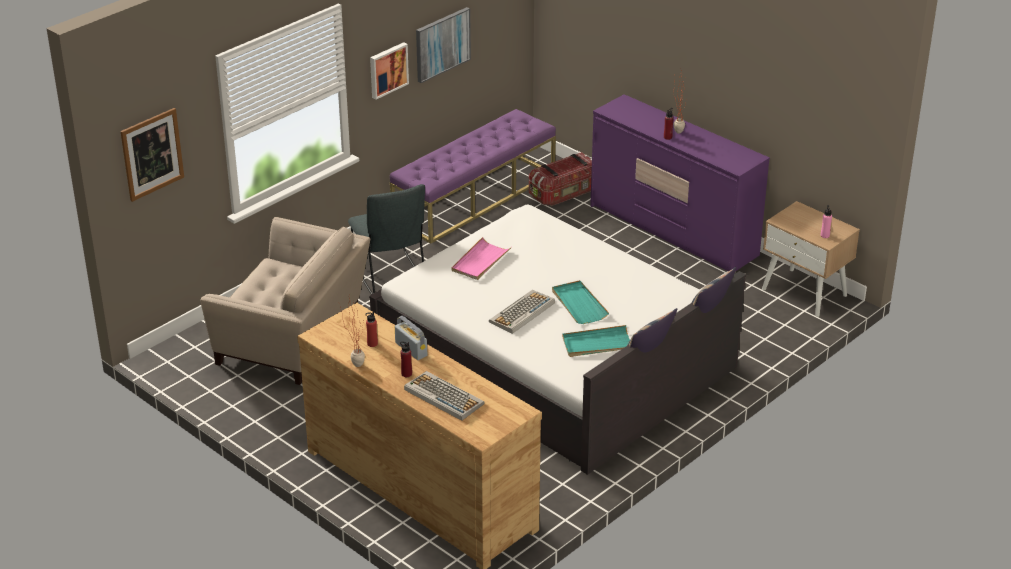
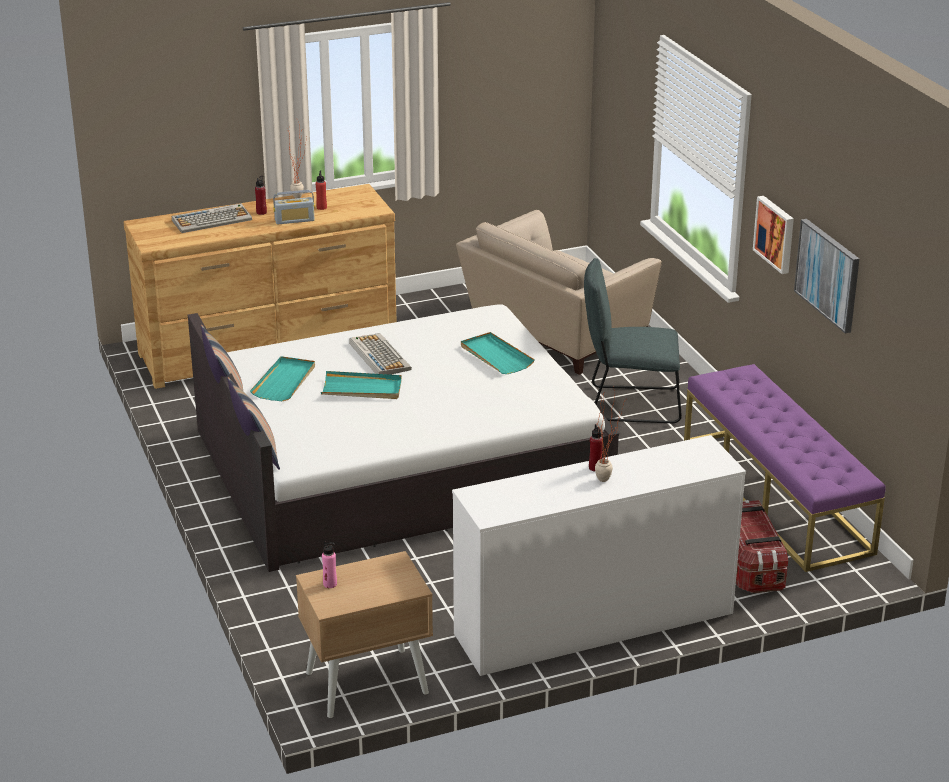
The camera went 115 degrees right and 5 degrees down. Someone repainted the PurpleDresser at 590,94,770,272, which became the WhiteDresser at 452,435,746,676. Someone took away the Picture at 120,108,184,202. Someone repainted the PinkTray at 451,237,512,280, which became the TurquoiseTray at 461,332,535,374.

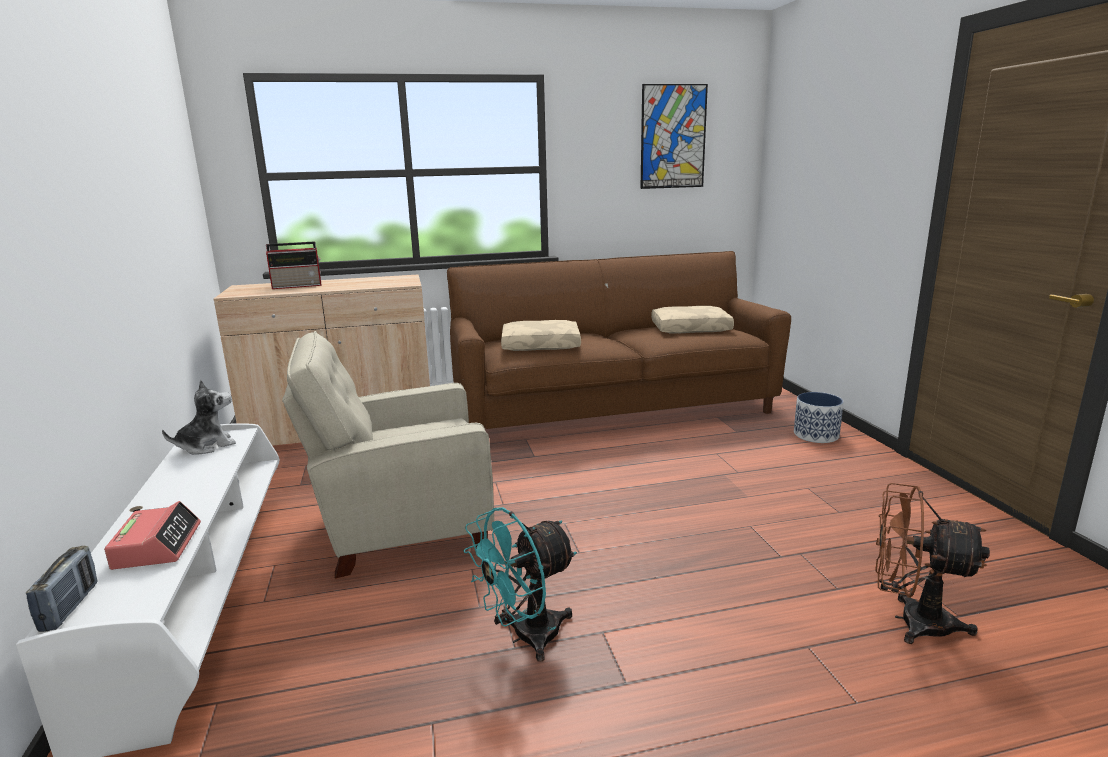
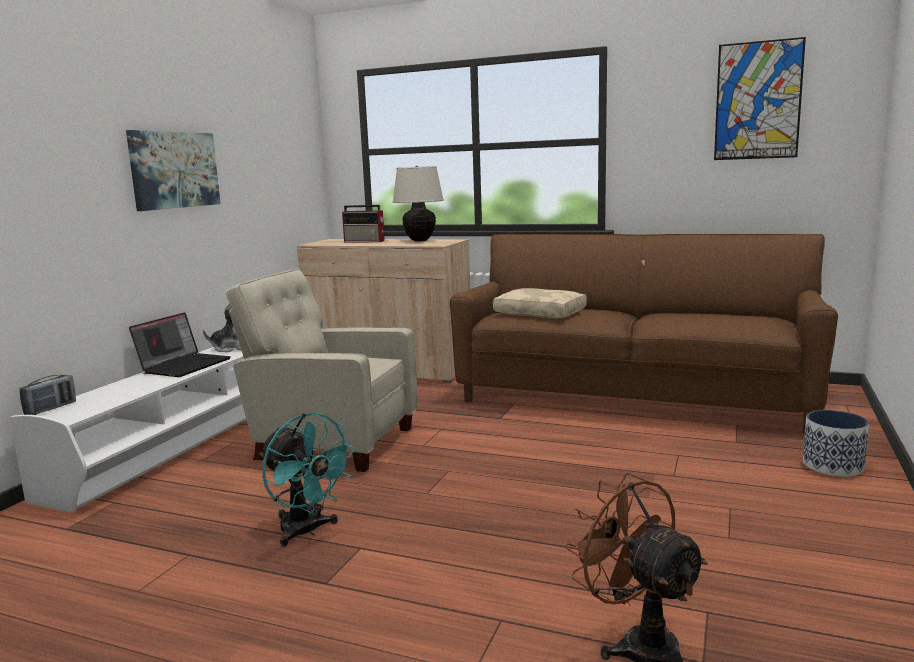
The camera went 35 degrees right and 5 degrees down. Someone took away the BeigePillow at 651,306,734,334. Someone took away the AlarmClock at 104,501,201,570. Someone rotated the TurquoiseFan at 464,507,577,662 by 135 degrees counterclockwise. Someone put up the Picture at 126,130,221,211. Someone put down the BeigeTableLamp at 392,166,444,242. Someone put down the Laptop at 129,312,231,377.

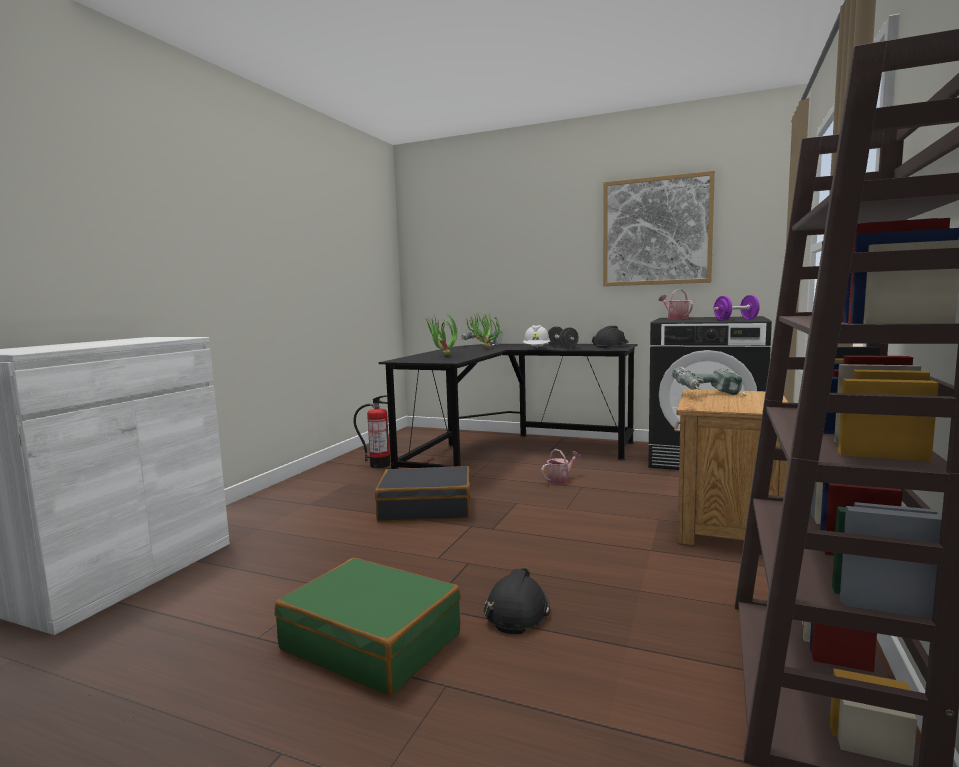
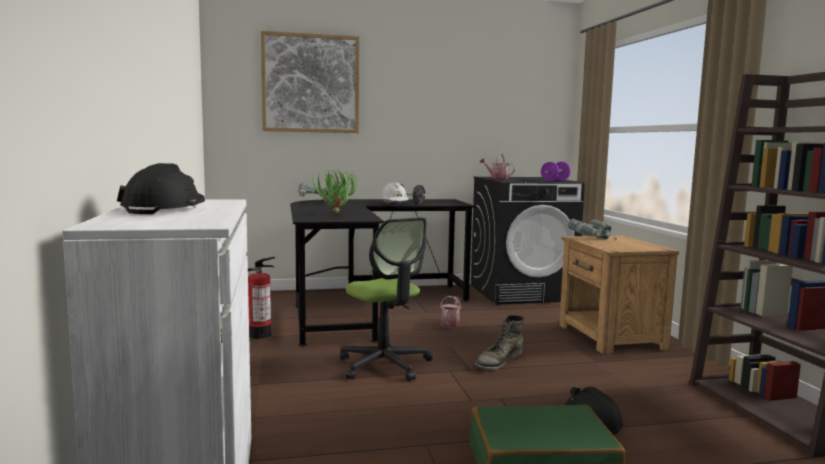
The camera went 35 degrees left and 0 degrees up. Someone carried the Picture from 603,171,715,286 to 261,31,359,133. Someone carried the BlackHardHat from 592,326,629,348 to 117,163,205,214. Someone swapped the BlackSuitcase at 375,466,471,522 for the OfficeChair at 340,217,433,381. Someone put down the GreenBoot at 475,315,524,370.

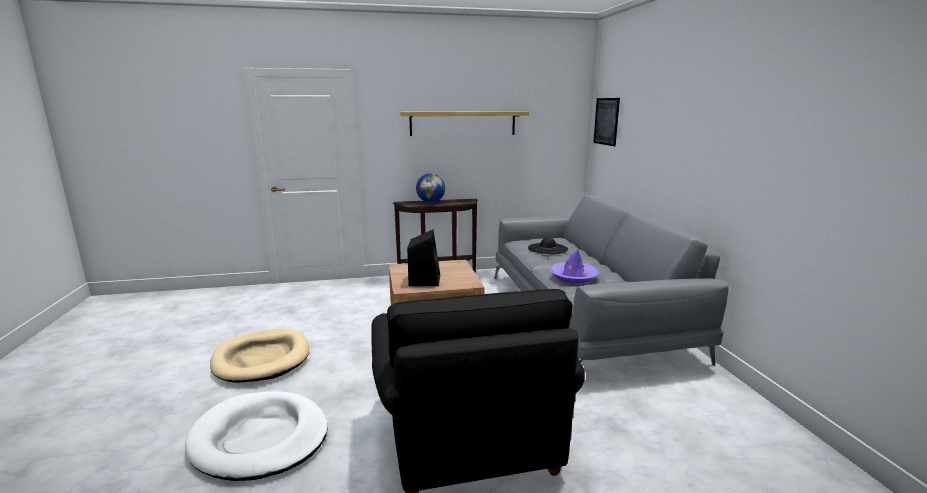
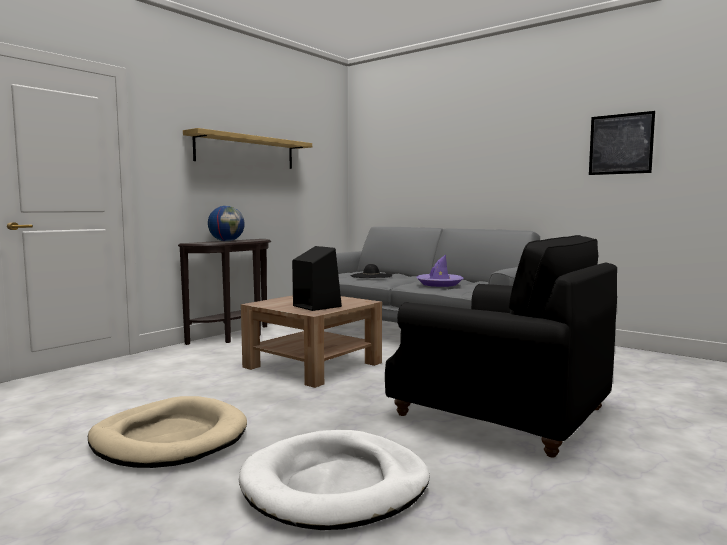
The camera went 40 degrees left and 10 degrees down. Someone carried the Picture from 593,98,620,146 to 589,111,655,175.

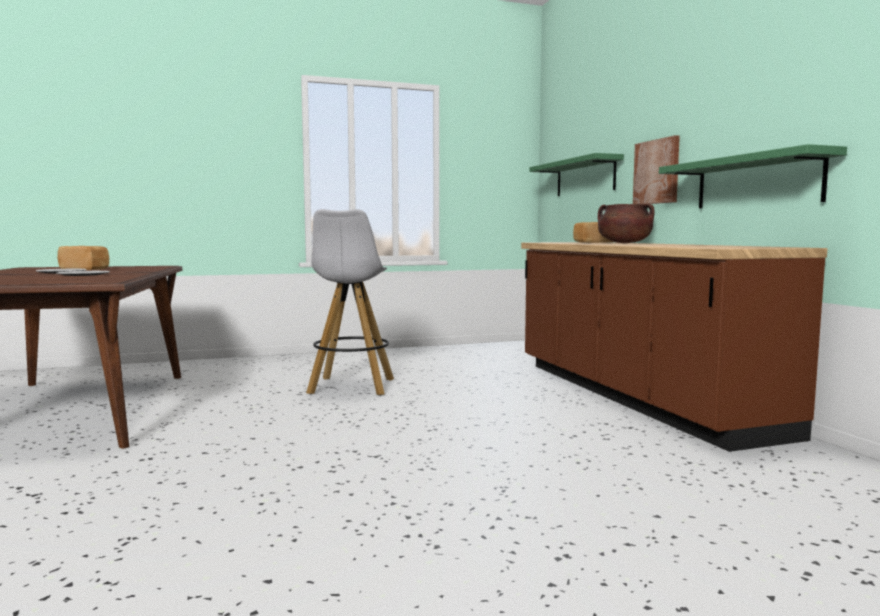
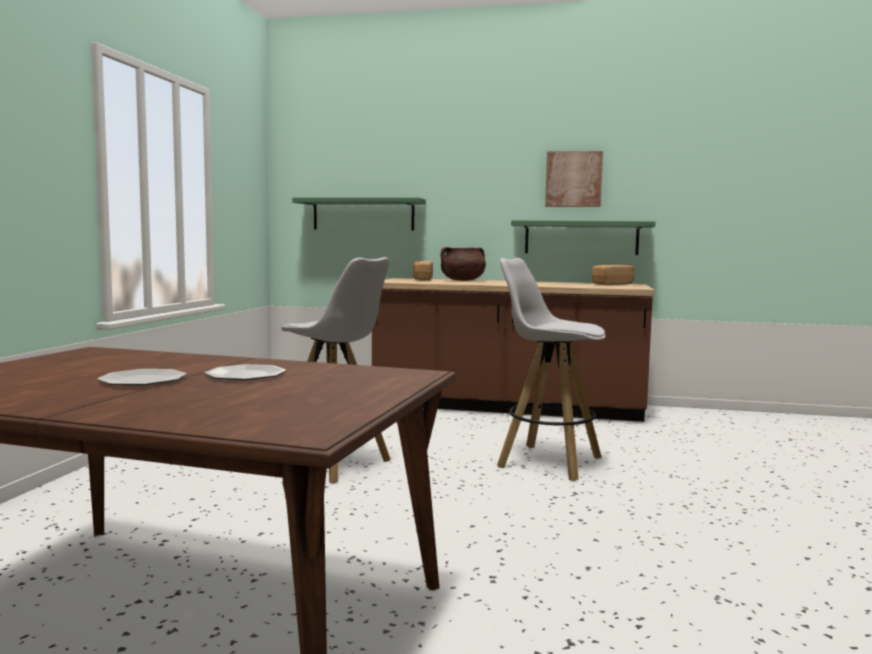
The camera went 60 degrees left and 0 degrees up. Someone carried the Picture from 633,135,680,204 to 545,151,603,207. Someone carried the Bread from 58,246,109,270 to 592,265,634,285. Someone put down the WhiteStool at 497,258,606,481.

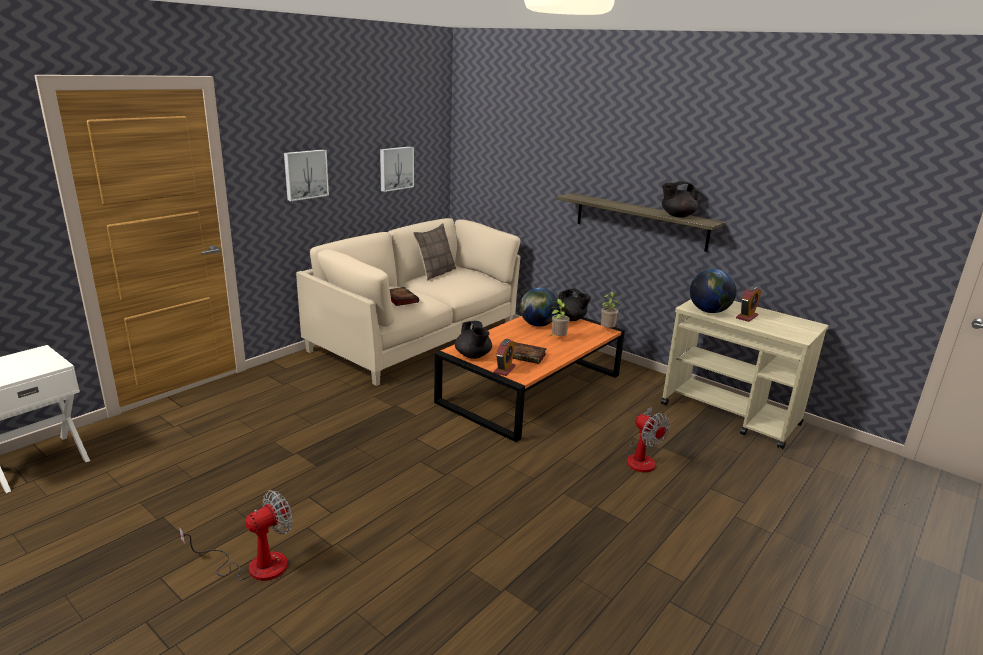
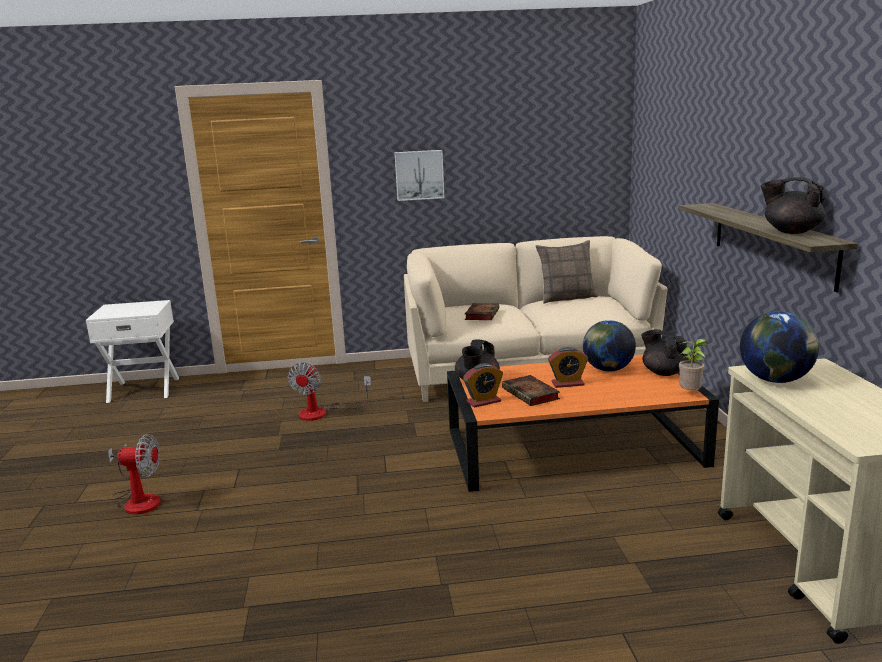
The camera went 45 degrees right and 5 degrees down. Someone took away the Picture at 380,146,414,192. Someone carried the AlarmClock from 736,286,761,322 to 548,347,588,388. Someone rotated the BlackTeapot at 558,288,591,321 by 150 degrees clockwise. Someone took away the PottedPlant at 550,299,570,336. Someone carried the Fan from 626,407,670,472 to 288,362,371,421.

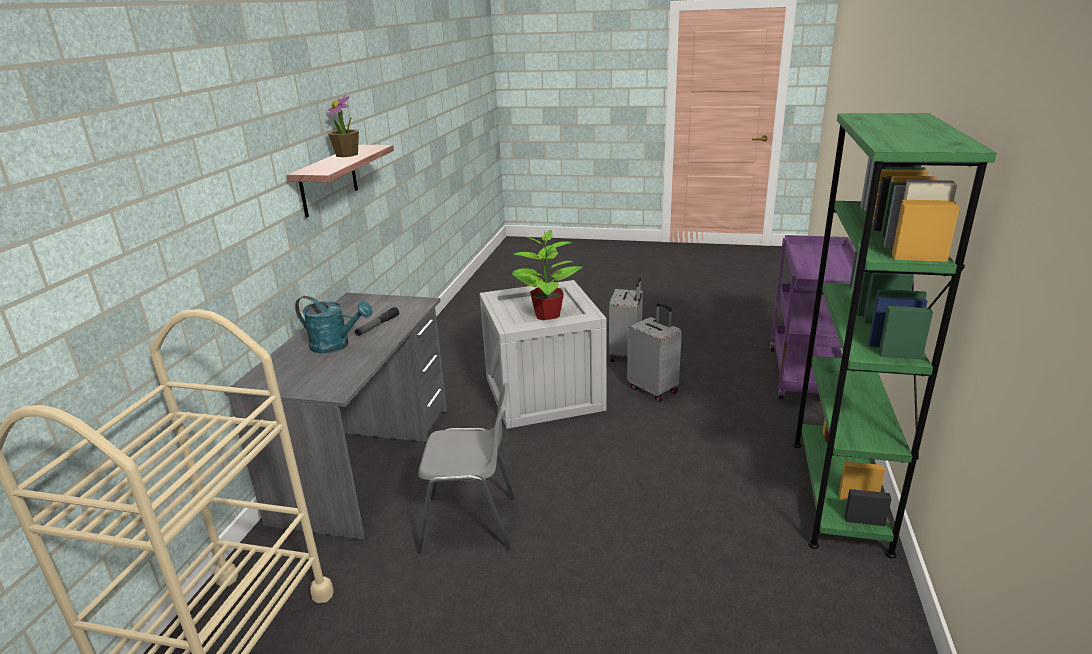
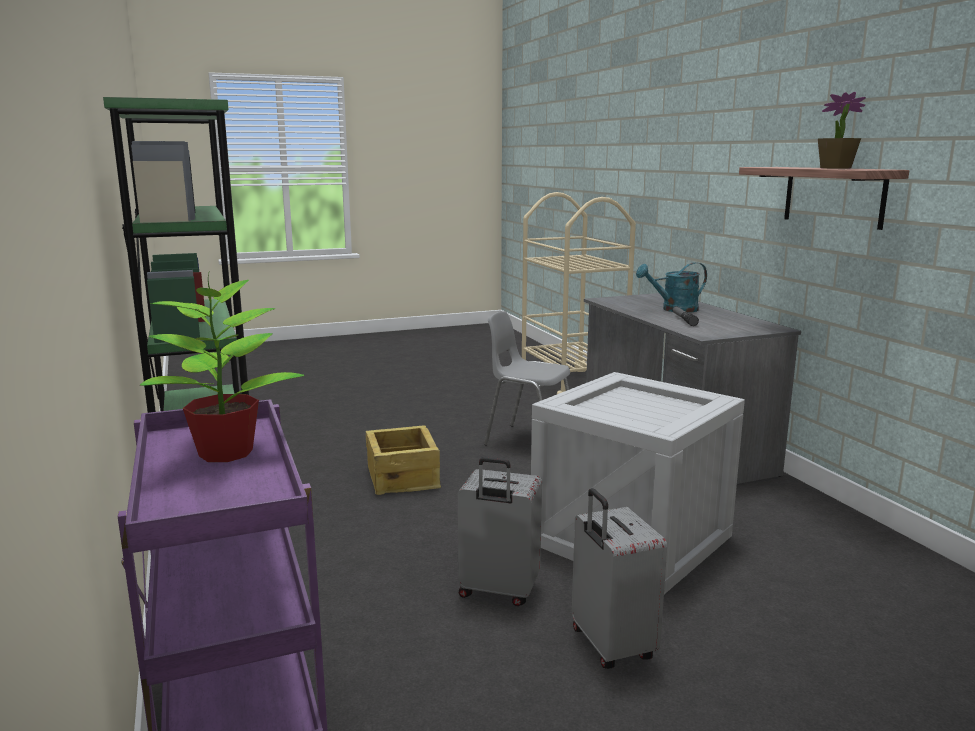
The camera went 145 degrees right and 10 degrees down. Someone carried the PottedPlant from 512,230,583,320 to 140,271,305,462. Someone rotated the GreyChair at 417,383,515,553 by 60 degrees clockwise. Someone put down the Crate at 366,425,441,495.

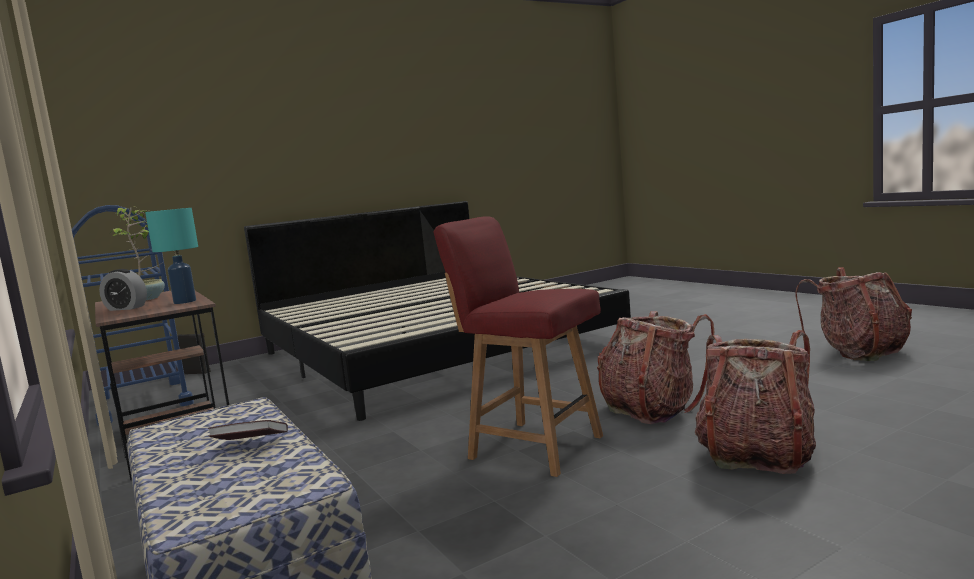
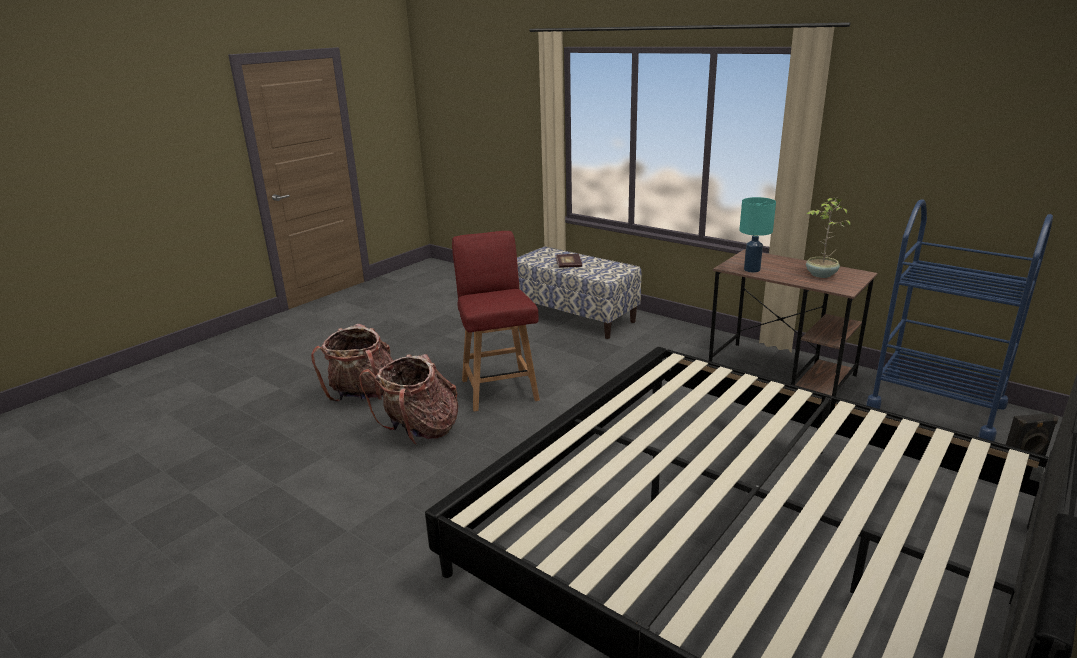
The camera went 160 degrees right and 15 degrees up. Someone rotated the RedChair at 434,216,603,477 by 120 degrees counterclockwise. Someone took away the Backpack at 795,267,912,361. Someone took away the AlarmClock at 99,269,147,311.

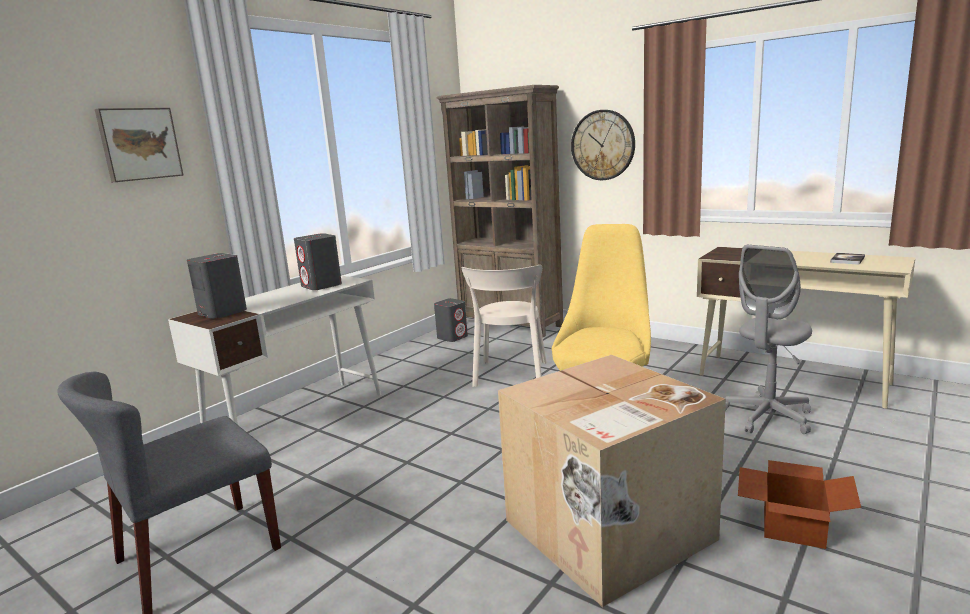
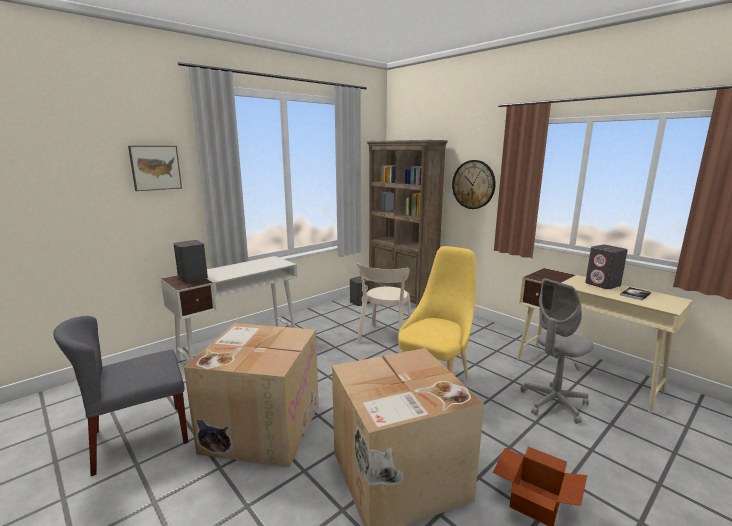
The camera went 10 degrees right and 0 degrees up. Someone carried the GreySpeaker from 294,233,342,290 to 585,245,628,289. Someone put down the CardboardBox at 184,323,319,467.

